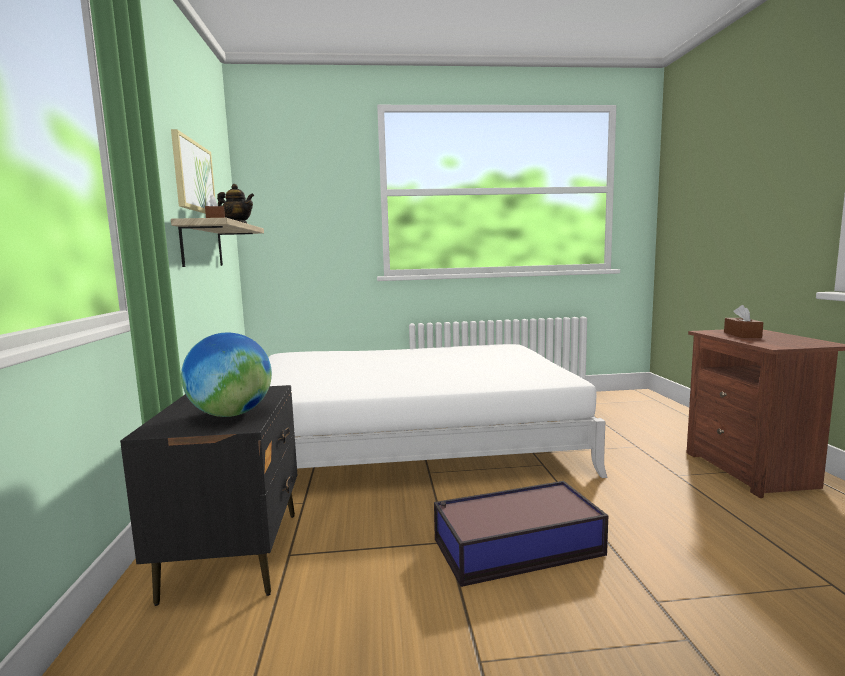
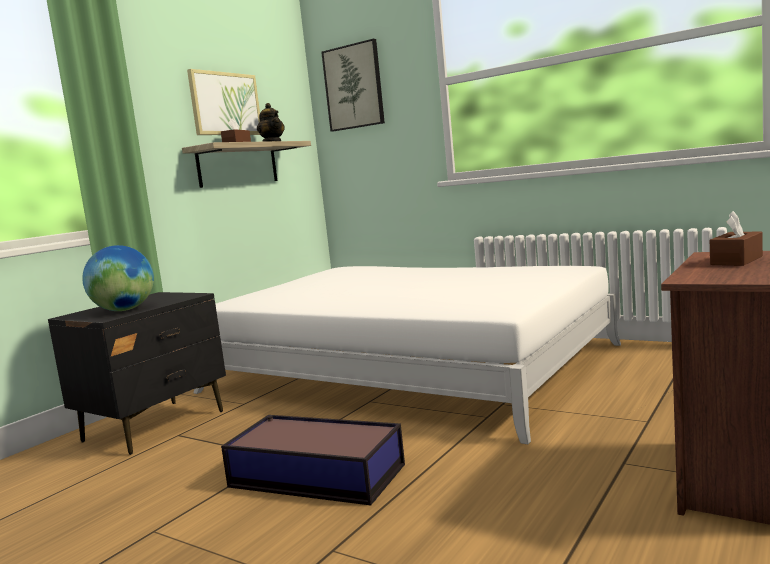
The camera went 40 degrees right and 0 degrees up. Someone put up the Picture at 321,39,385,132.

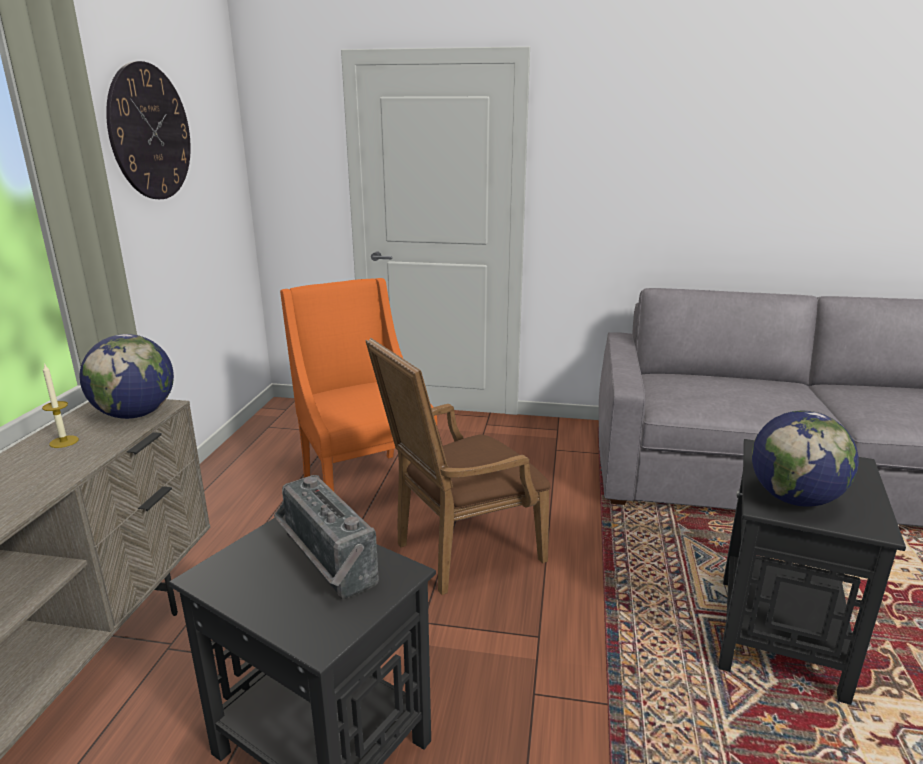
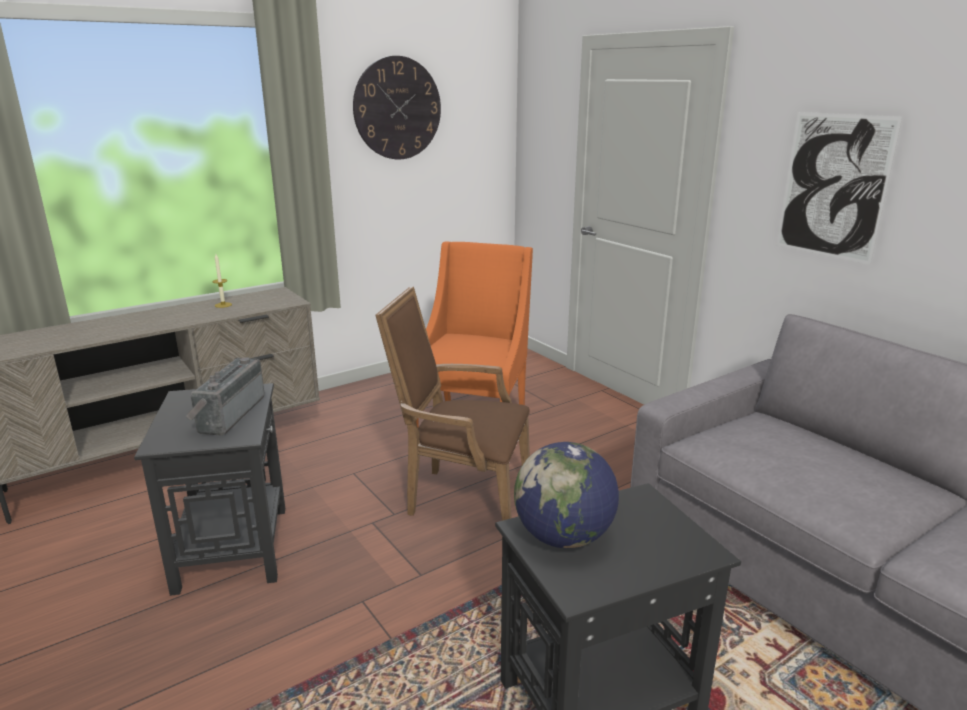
The camera went 45 degrees right and 0 degrees up. Someone took away the Globe at 79,334,174,419. Someone put up the Picture at 776,112,902,265.

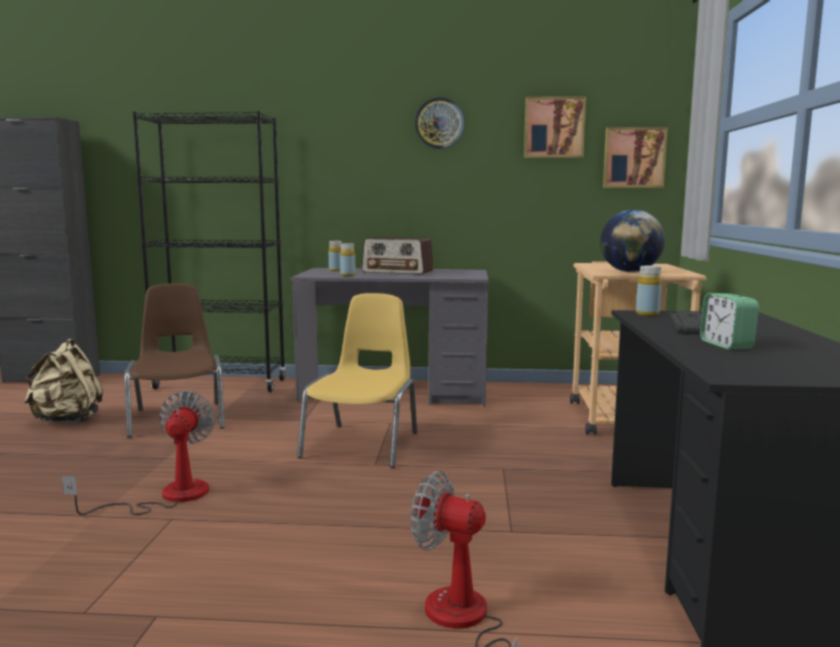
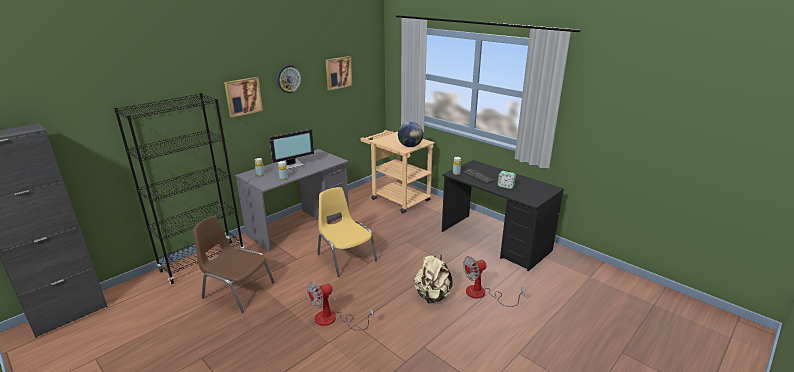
The camera went 50 degrees left and 15 degrees up. Someone carried the Picture from 603,127,668,188 to 224,77,263,118. Someone swapped the Radio at 362,237,434,275 for the Monitor at 269,129,314,170. Someone carried the BeigeBackpack from 24,339,103,423 to 414,253,453,304. Someone rotated the Fan at 62,391,216,515 by 75 degrees counterclockwise.

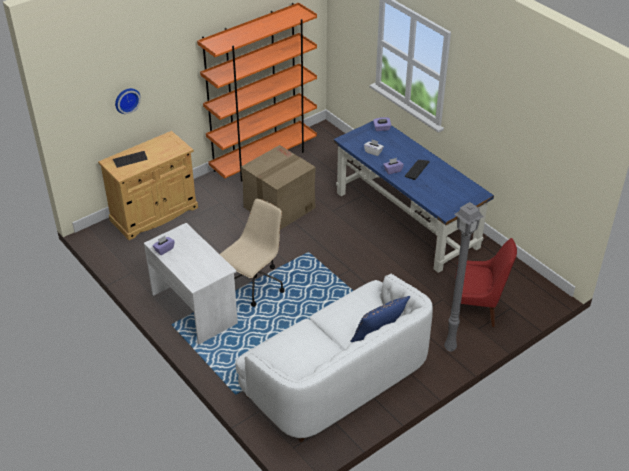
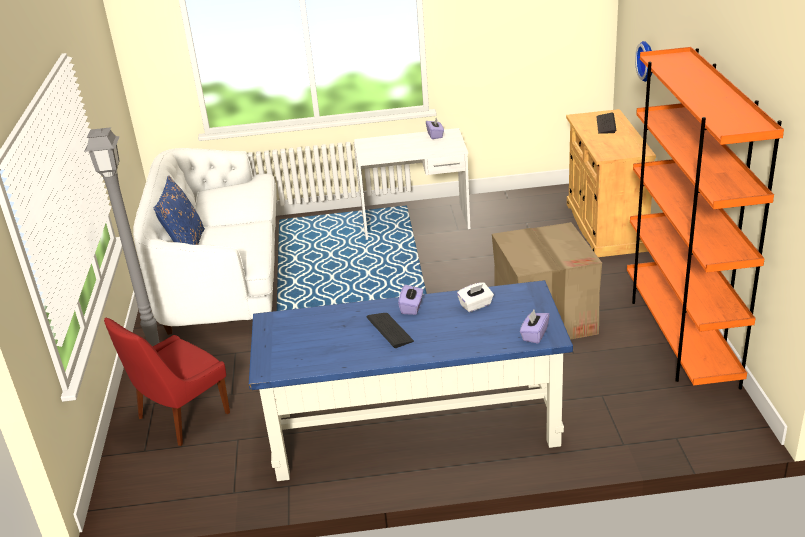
The camera went 125 degrees right and 10 degrees down. Someone took away the BeigeOfficeChair at 220,199,284,307.

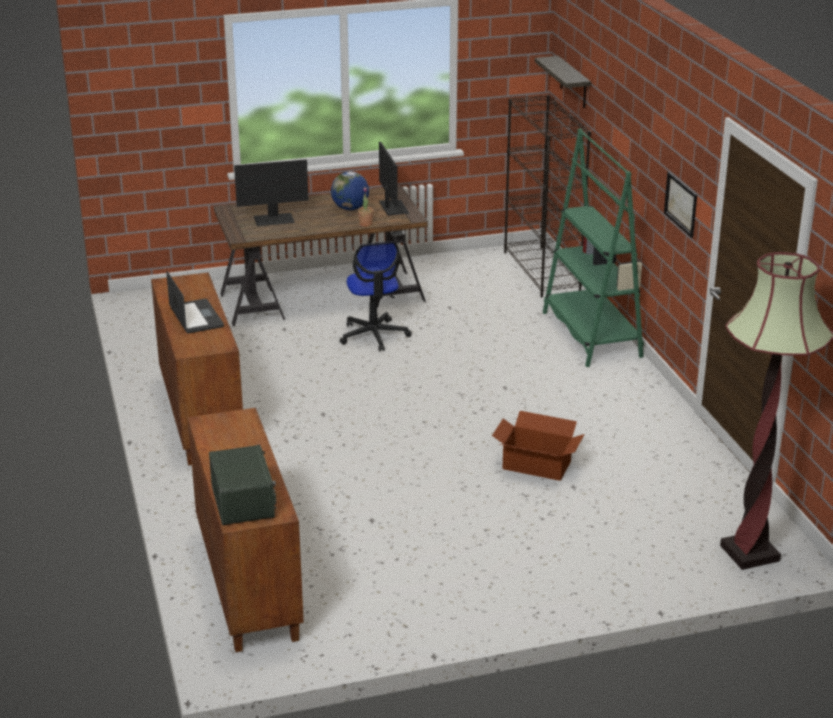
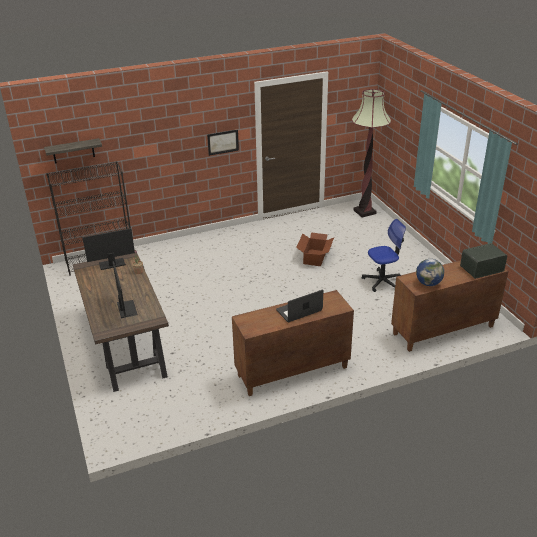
The camera went 95 degrees left and 5 degrees up. Someone took away the GreenBookcase at 543,128,644,367. Someone carried the Globe from 331,171,369,210 to 416,259,444,286. Someone carried the OfficeChair from 340,241,412,352 to 362,219,406,292.

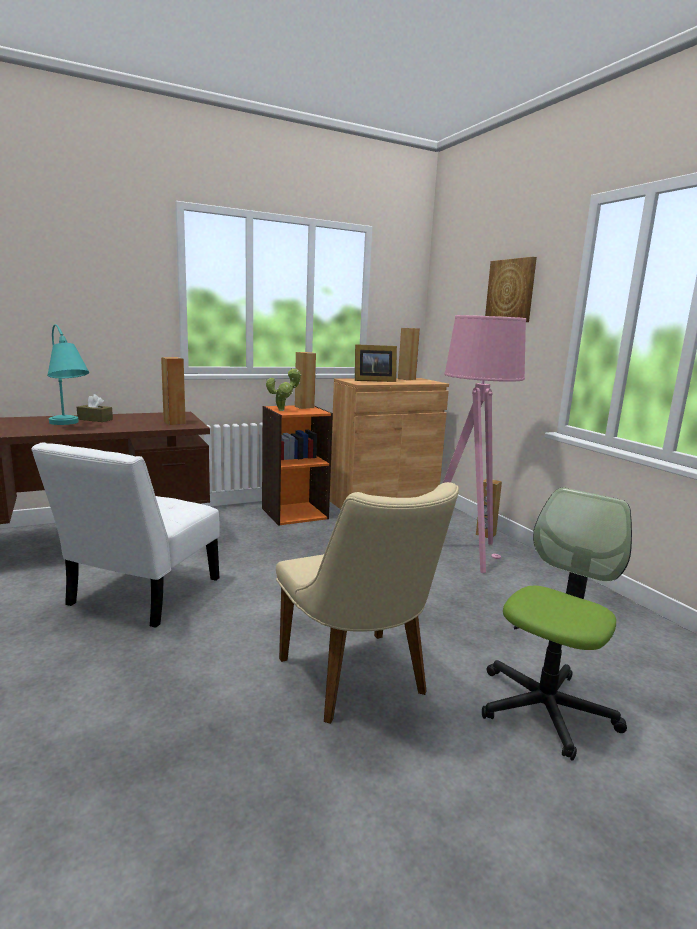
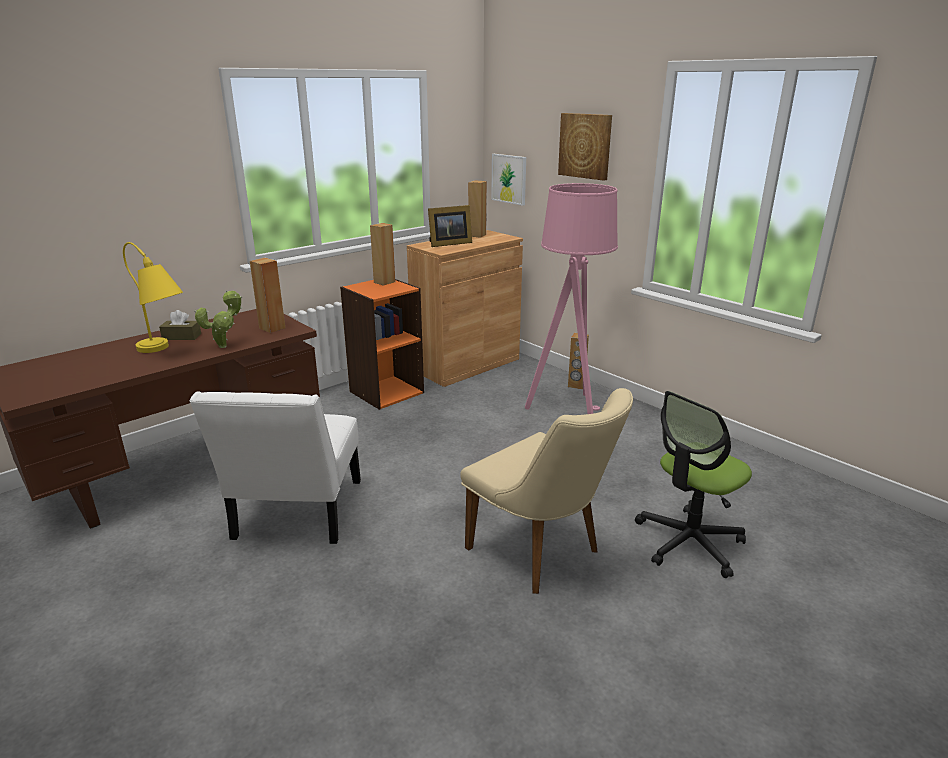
The camera went 15 degrees left and 10 degrees up. Someone repainted the TurquoiseTableLamp at 48,324,89,425, which became the YellowTableLamp at 123,242,183,353. Someone carried the PottedPlant from 266,368,302,411 to 195,290,242,348. Someone rotated the OfficeChair at 482,487,632,761 by 150 degrees counterclockwise. Someone put up the Picture at 491,154,526,206.

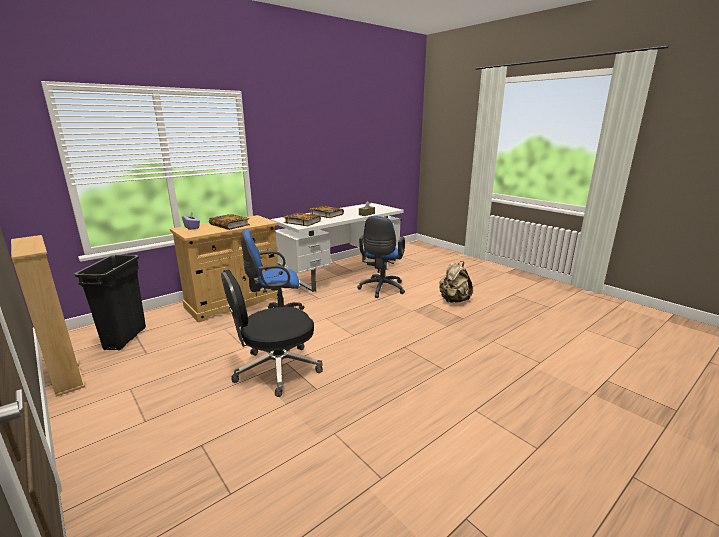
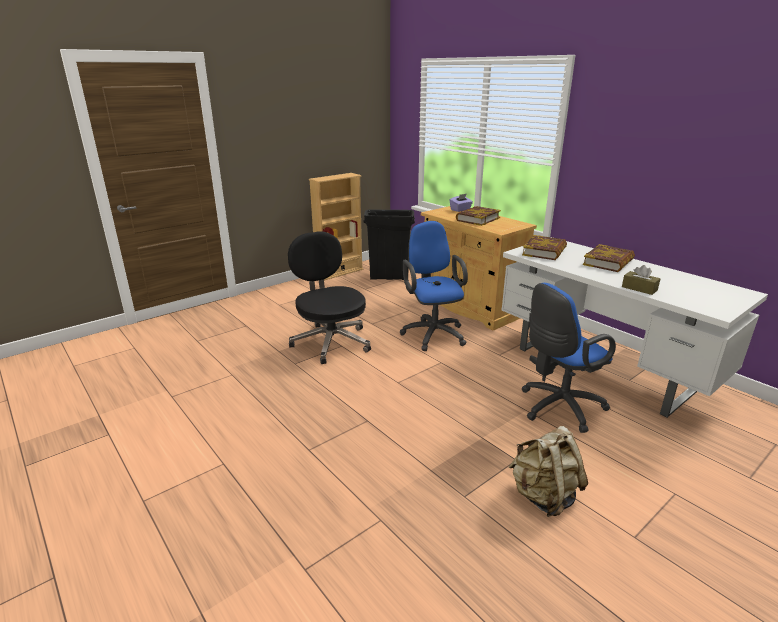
The camera went 90 degrees right and 5 degrees up. Someone rotated the BlueOfficeChair at 357,216,405,298 by 45 degrees counterclockwise.

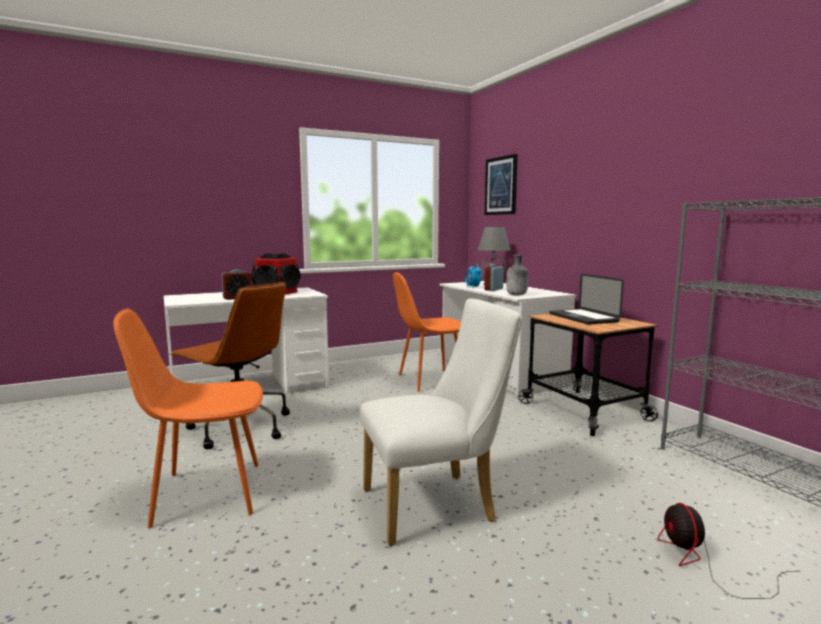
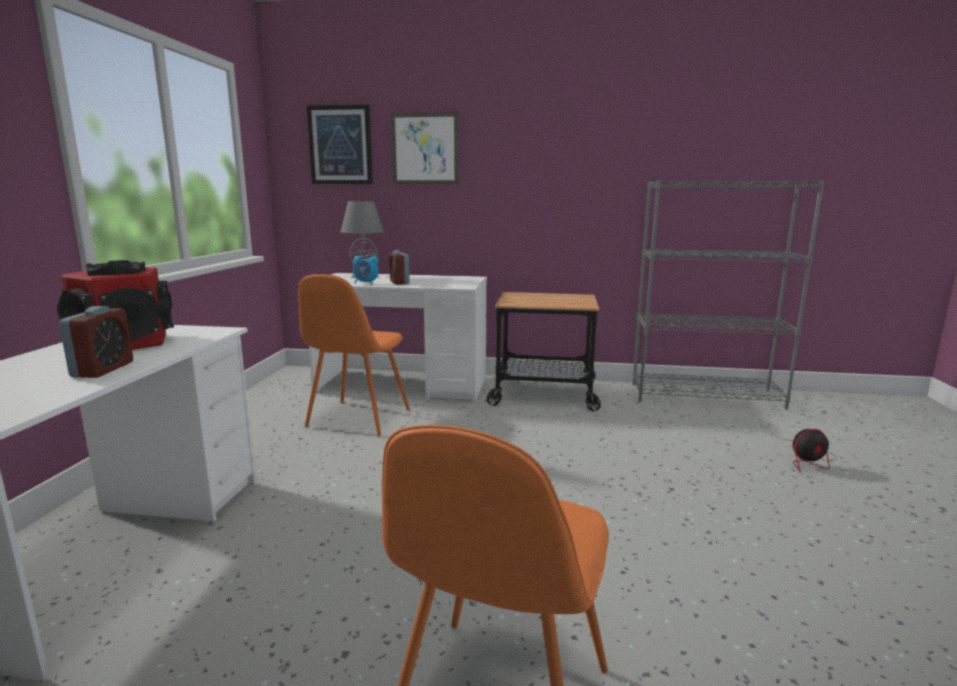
The camera went 55 degrees left and 5 degrees up. Someone took away the GreyBottle at 506,255,529,296. Someone took away the Laptop at 549,274,624,325. Someone took away the BrownOfficeChair at 170,282,290,449. Someone took away the WhiteChair at 360,299,522,546. Someone rotated the Fan at 658,503,789,599 by 45 degrees counterclockwise. Someone put up the Picture at 391,112,459,184.

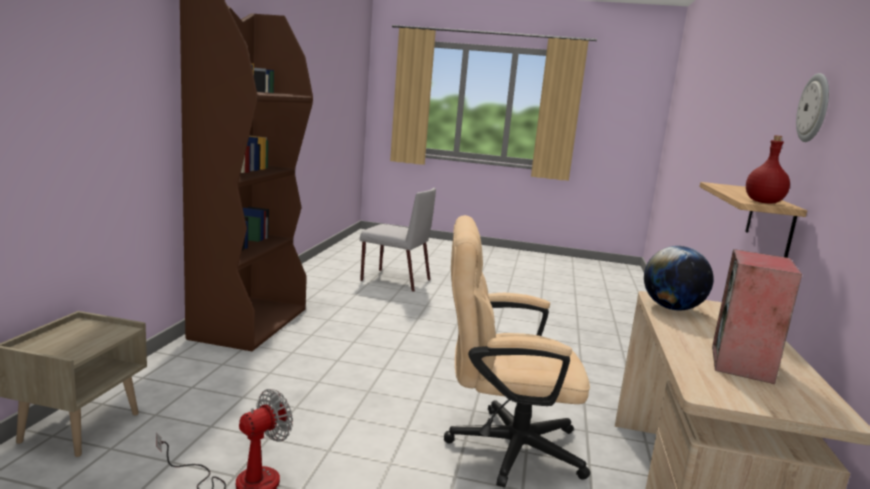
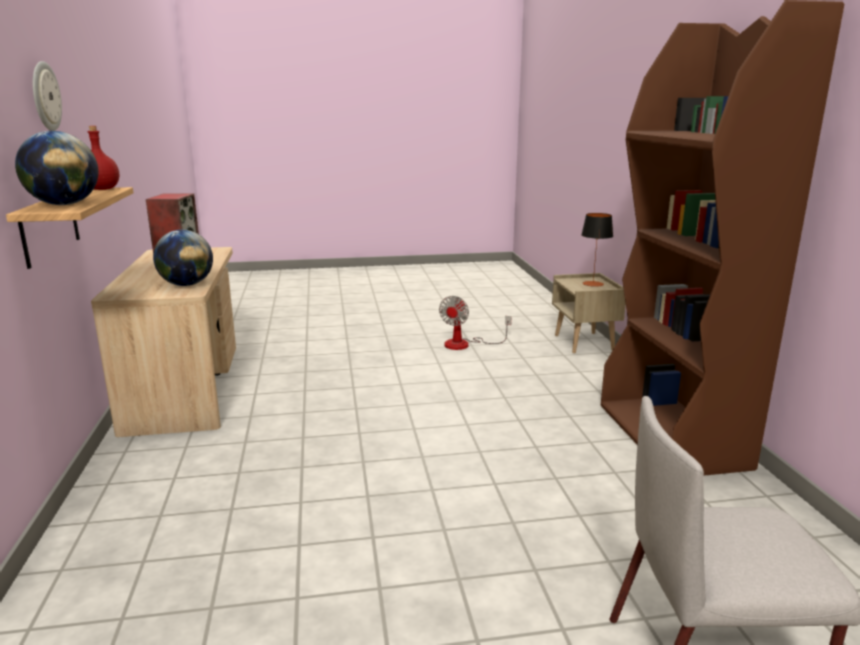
The camera went 160 degrees right and 5 degrees up. Someone took away the BeigeOfficeChair at 444,215,590,488. Someone put down the Globe at 15,131,98,205. Someone put down the TableLamp at 581,213,613,287.

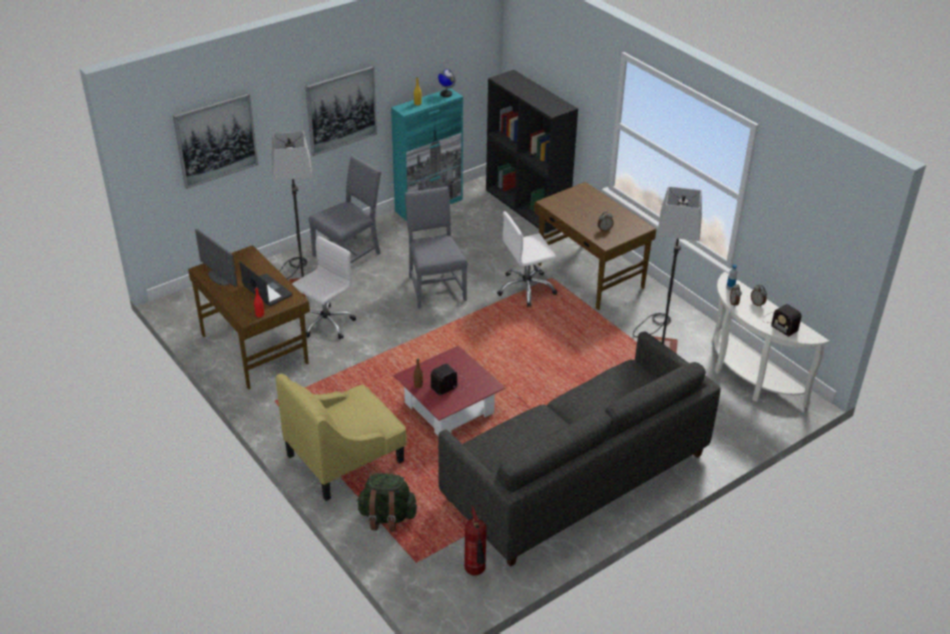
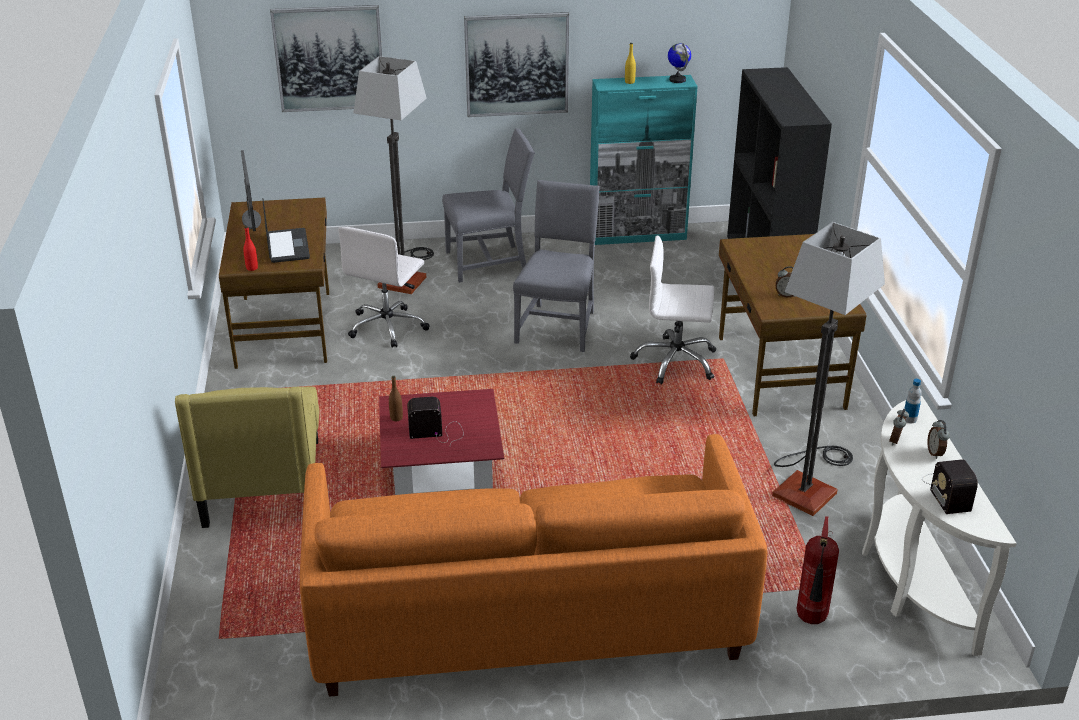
The camera went 30 degrees right and 5 degrees down. Someone rotated the WhiteOfficeChair at 292,236,356,340 by 135 degrees clockwise. Someone repainted the GreySofa at 438,331,721,567, which became the OrangeSofa at 300,434,767,697. Someone rotated the YellowArmchair at 276,374,407,501 by 90 degrees counterclockwise. Someone took away the GreenBackpack at 356,473,417,532. Someone carried the FireExtinguisher from 465,506,486,575 to 797,516,839,624.

